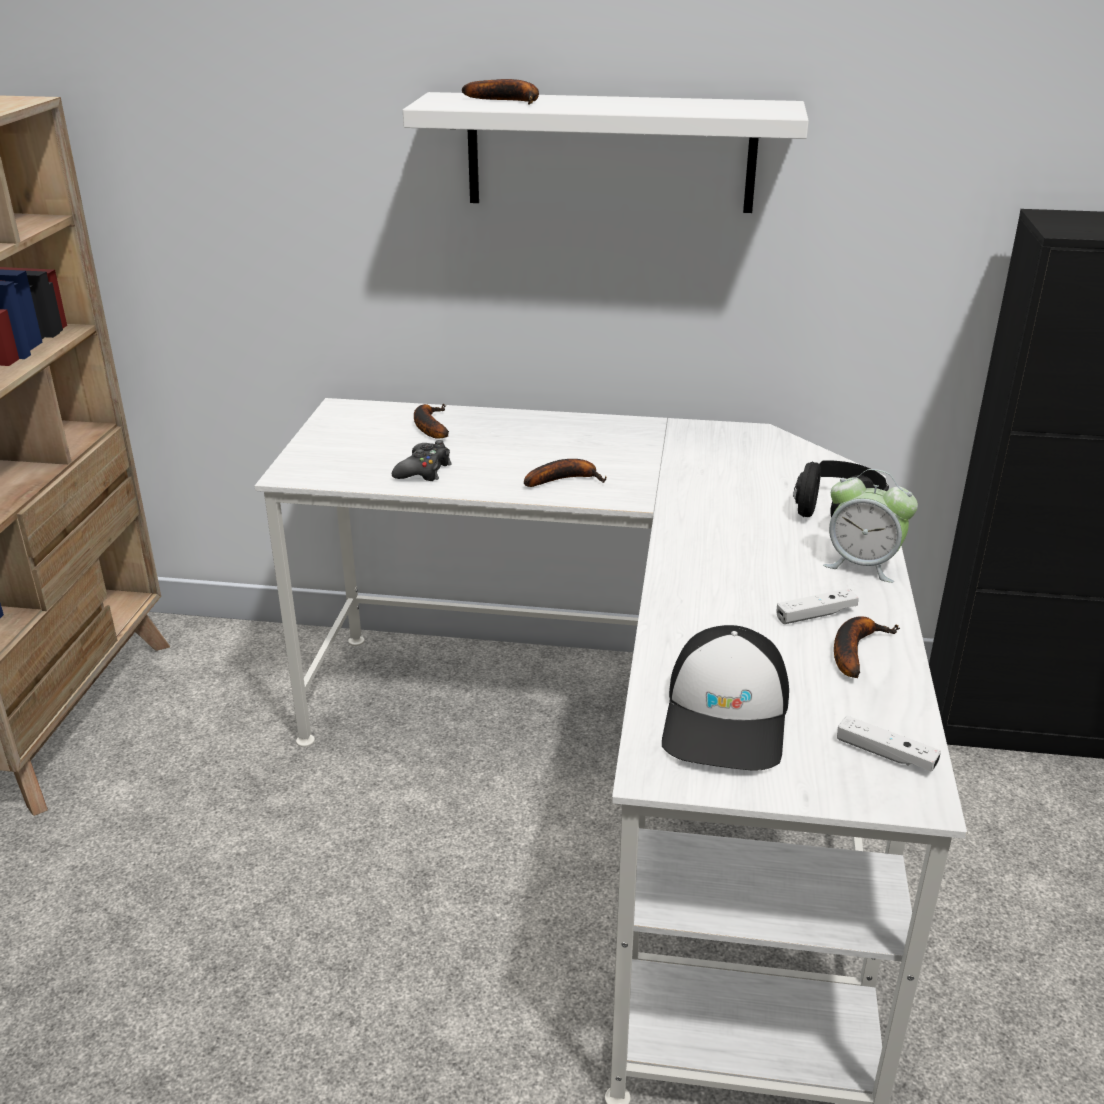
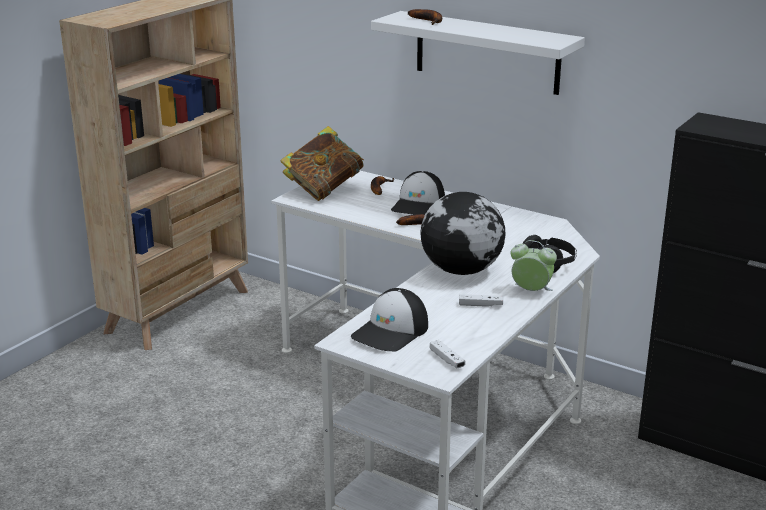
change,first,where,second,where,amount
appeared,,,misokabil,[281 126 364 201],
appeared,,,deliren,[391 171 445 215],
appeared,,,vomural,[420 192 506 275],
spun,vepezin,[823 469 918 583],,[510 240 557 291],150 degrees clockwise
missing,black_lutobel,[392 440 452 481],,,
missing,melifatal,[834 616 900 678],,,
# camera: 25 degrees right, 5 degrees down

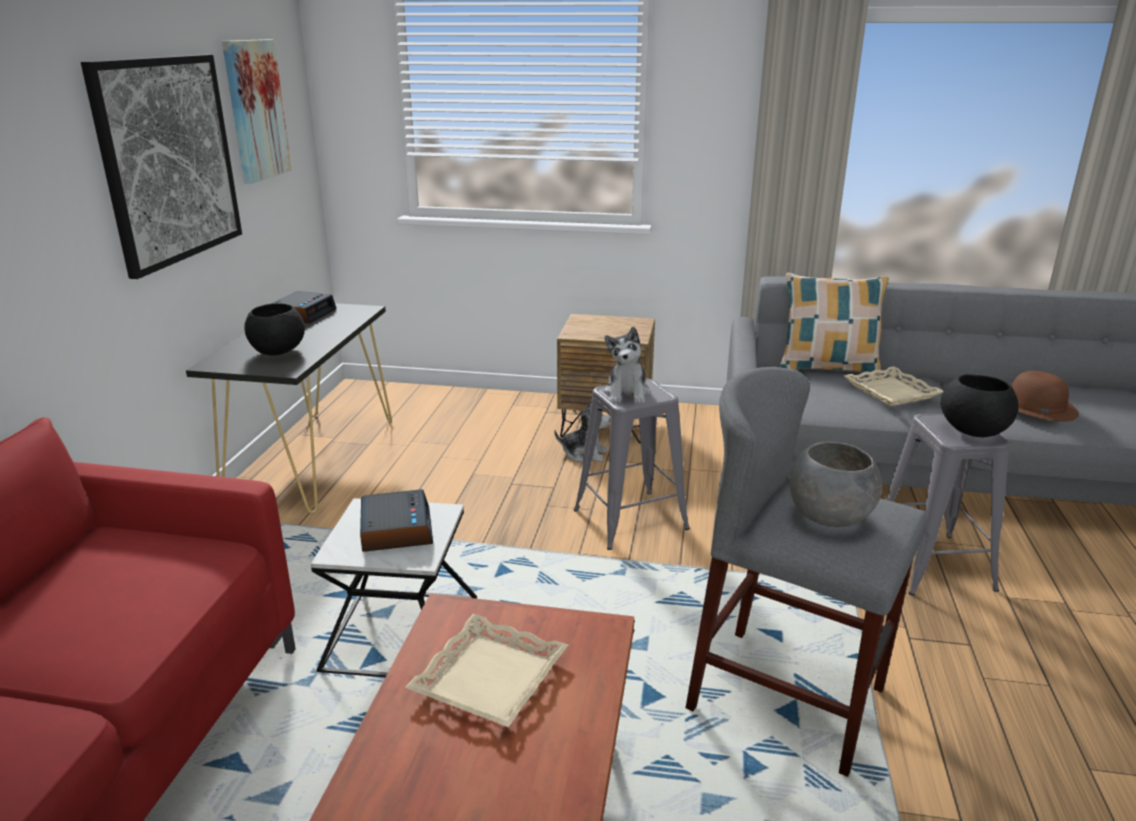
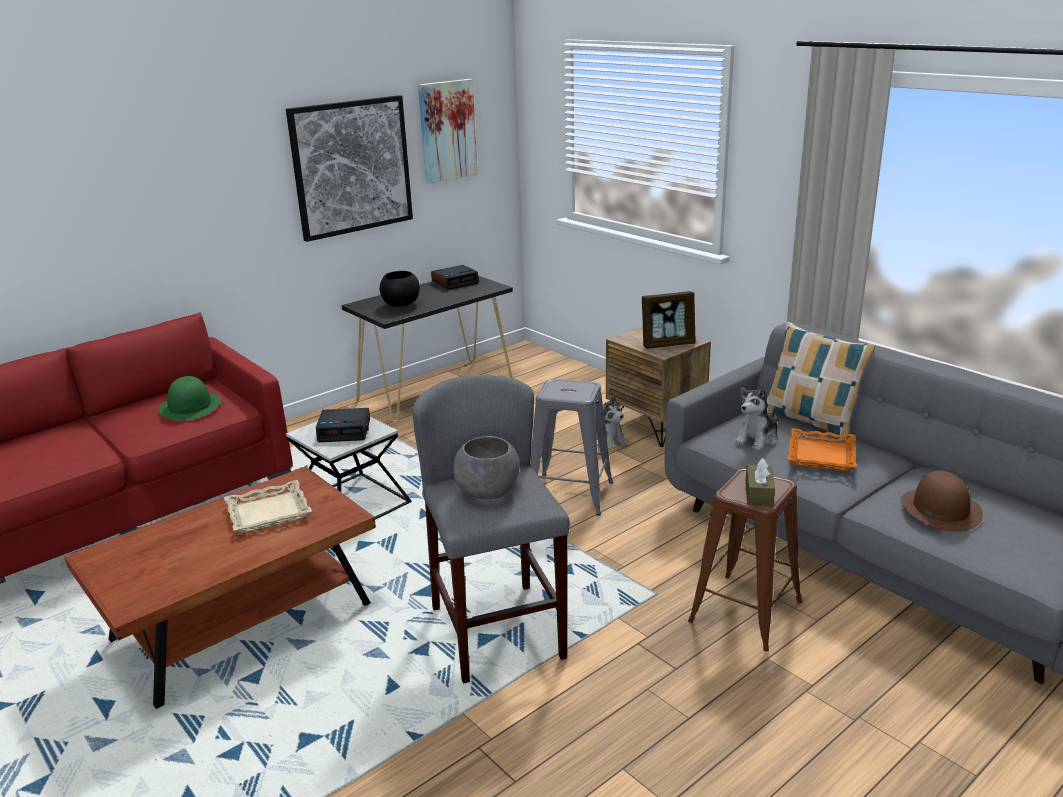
change,first,where,second,where,amount
appeared,,,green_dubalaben,[158 376 221 421],
spun,vepezin,[360 489 433 552],,[316 408 370 442],60 degrees clockwise
appeared,,,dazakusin,[642 291 696 349],
colour,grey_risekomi,[887 414 1010 596],brown_risekomi,[688 468 802 651],
relocated,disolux,[604 327 650 404],,[734 385 779 451],
exchanged,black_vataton,[940 374 1019 438],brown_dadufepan,[745 458 775 506],
colour,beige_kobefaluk,[844 366 943 406],orange_kobefaluk,[787 428 857 471],
# camera: 40 degrees right, 0 degrees up

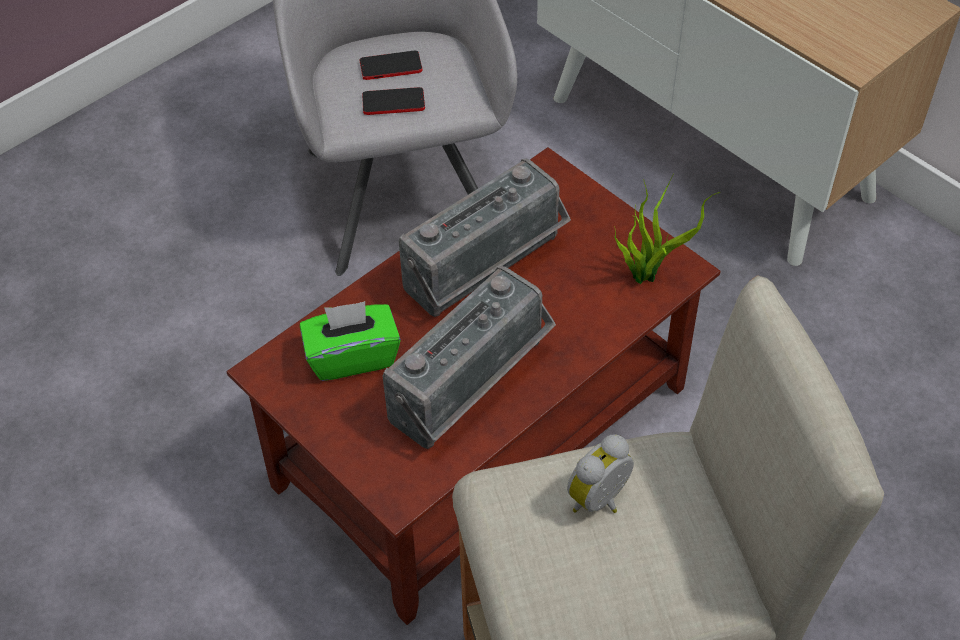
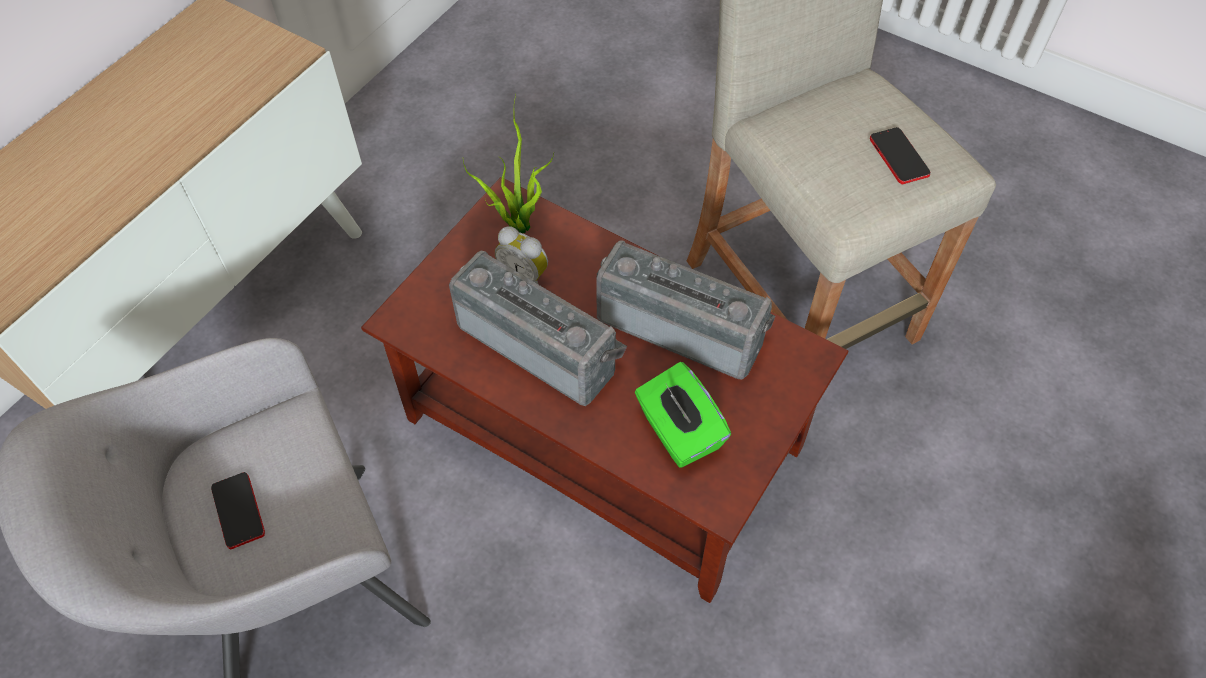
change,first,where,second,where,amount
relocated,vepezin,[567 434 634 513],,[495 226 548 285],
relocated,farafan,[362 87 425 115],,[870 127 930 184],
# camera: 105 degrees left, 5 degrees up

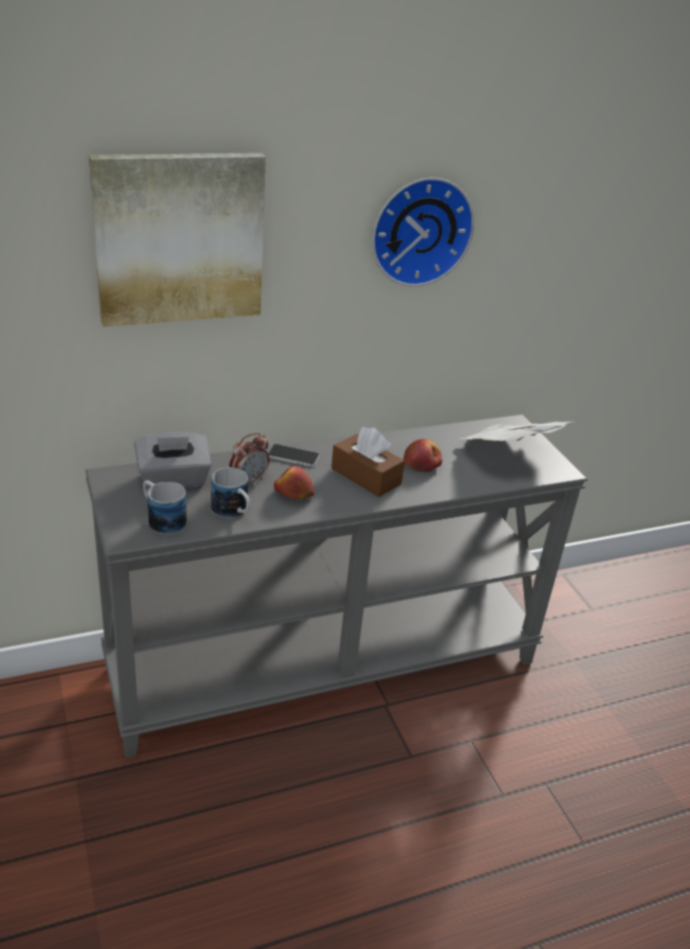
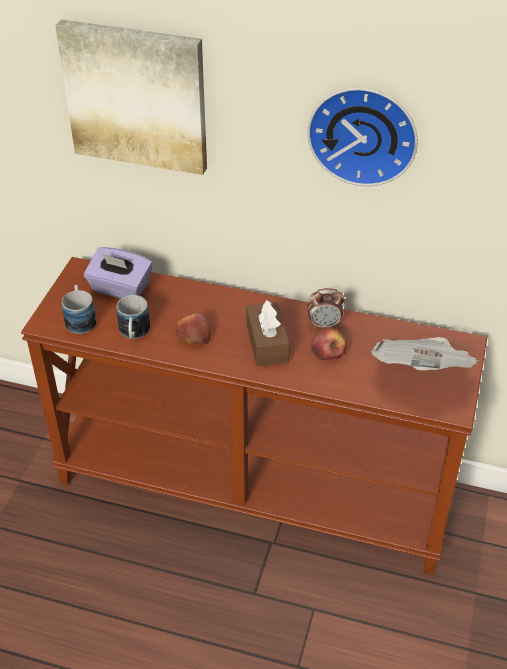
change,first,where,second,where,amount
colour,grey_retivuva,[85 414 588 758],brown_retivuva,[21 257 487 575],
colour,grey_dadufepan,[134 432 212 490],purple_dadufepan,[84 247 153 299],
relocated,vepezin,[229 433 270 483],,[308 288 345 329],
missing,farafan,[268 444 320 467],,,
# camera: 40 degrees right, 10 degrees up

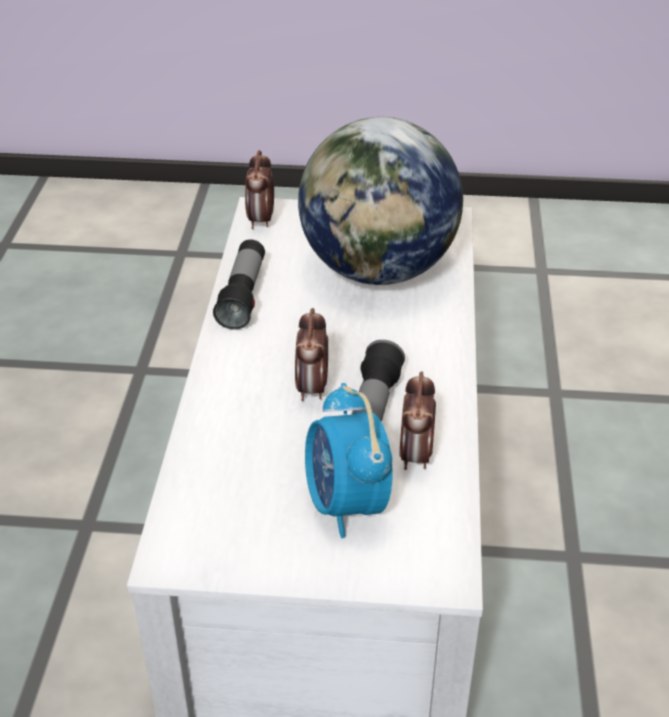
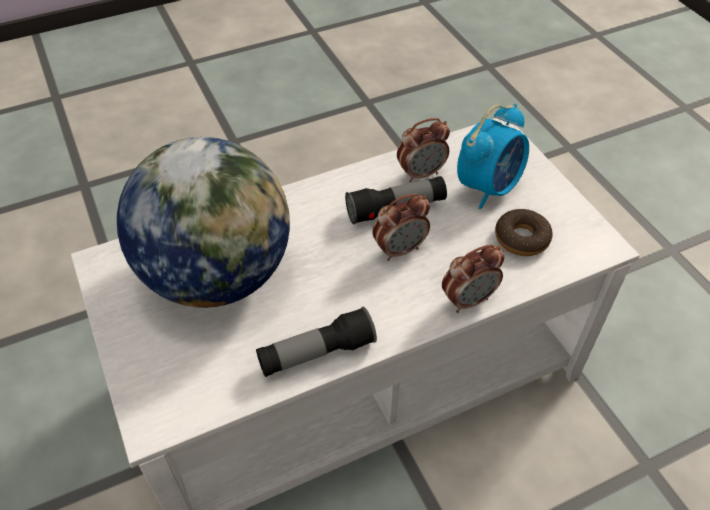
change,first,where,second,where,amount
relocated,vepezin,[245 150 274 229],,[442 244 505 313],
appeared,,,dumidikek,[495 209 553 256],
# camera: 120 degrees left, 10 degrees up

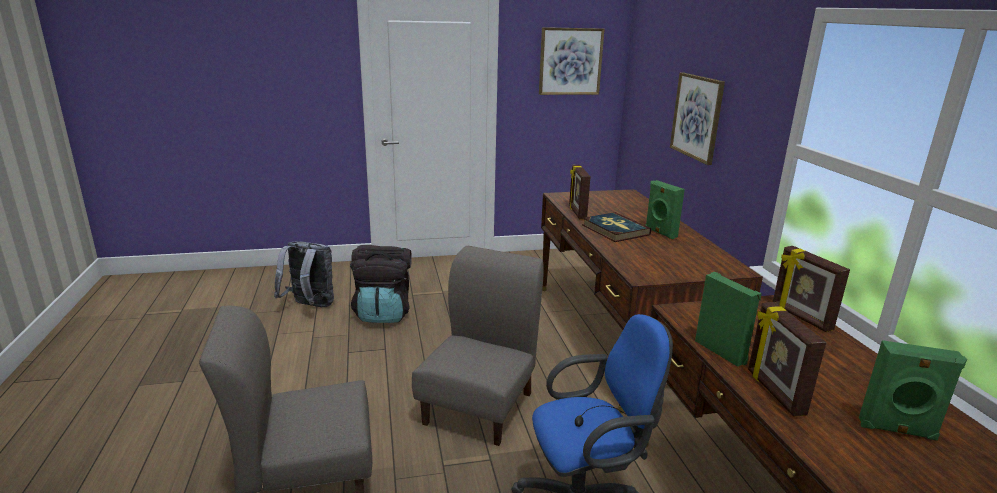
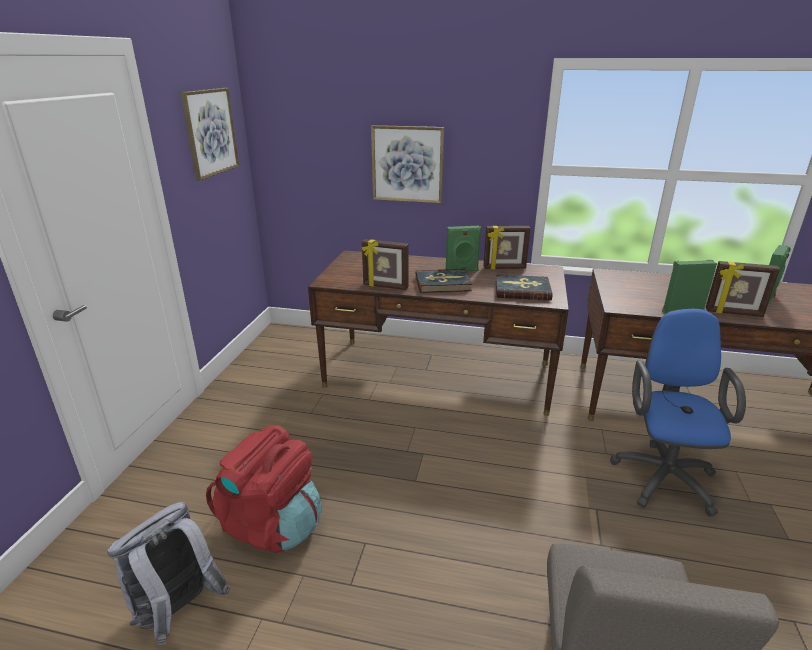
change,first,where,second,where,amount
colour,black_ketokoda,[350 245 412 323],red_ketokoda,[206 425 321 553],
relocated,dazakusin,[773 246 850 332],,[483 226 530 269],
appeared,,,misokabil,[496 274 553 301],
missing,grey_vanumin,[412 246 544 446],,,
# camera: 65 degrees left, 5 degrees up

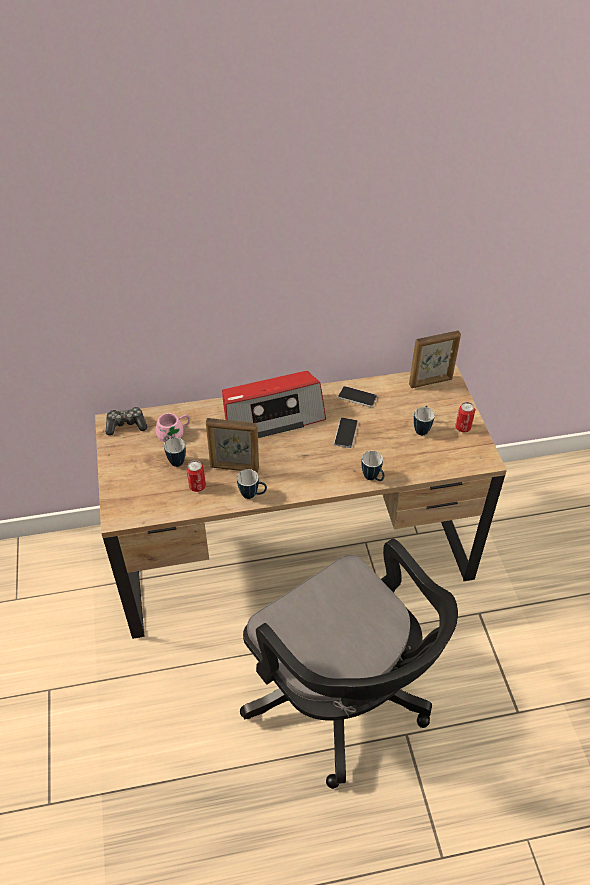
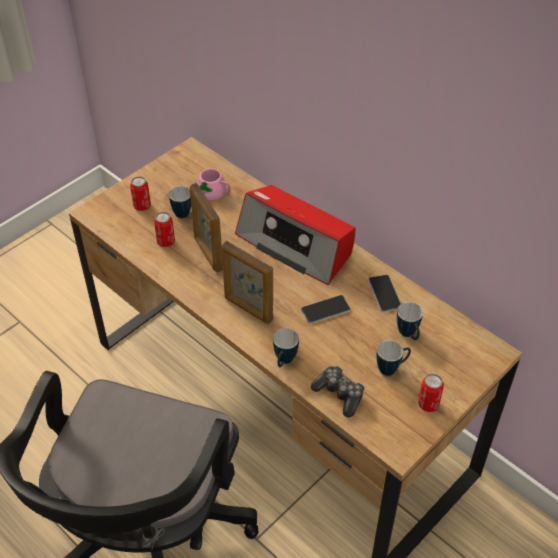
change,first,where,second,where,amount
appeared,,,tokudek,[130 177 151 211],
relocated,dazakusin,[409 331 461 388],,[222 241 273 324],
relocated,lutobel,[106 407 147 435],,[311 366 365 418],
relocated,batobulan,[237 469 267 499],,[397 302 423 340],
# camera: 55 degrees right, 0 degrees up

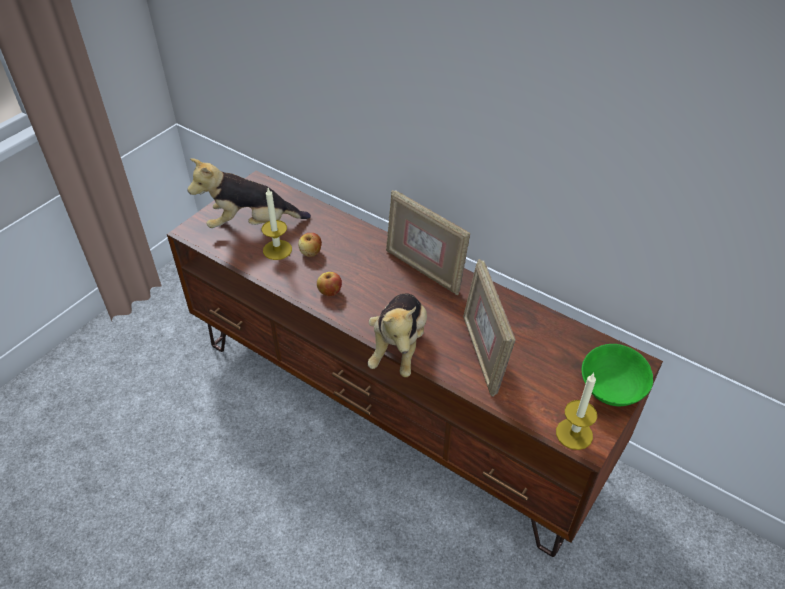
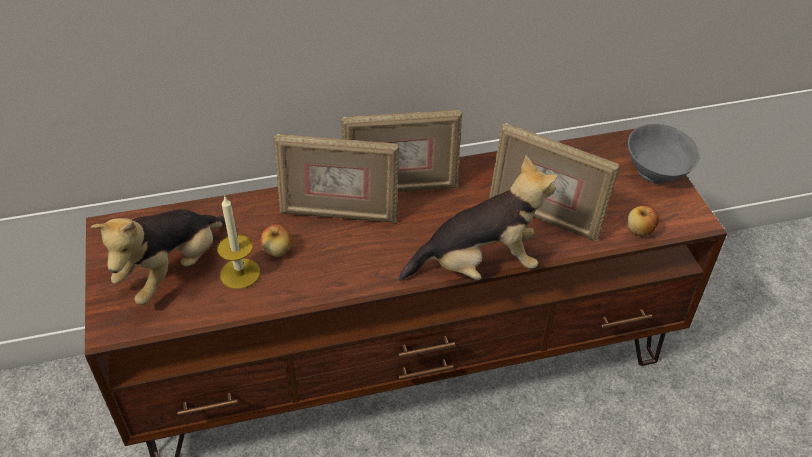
change,first,where,second,where,amount
appeared,,,dazakusin,[274 134 399 223],
spun,disolux,[368 293 427 377],,[398 155 557 281],60 degrees counterclockwise
relocated,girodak,[317 272 342 296],,[627 206 659 237],
colour,green_vataton,[582 344 653 406],grey_vataton,[628 124 700 183],
missing,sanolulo,[556 373 597 450],,,
# camera: 50 degrees left, 0 degrees up

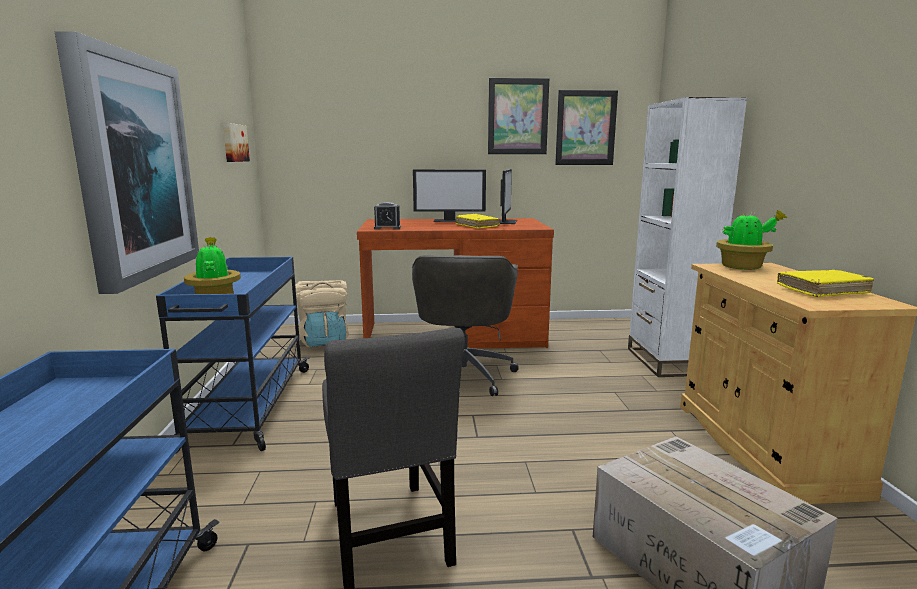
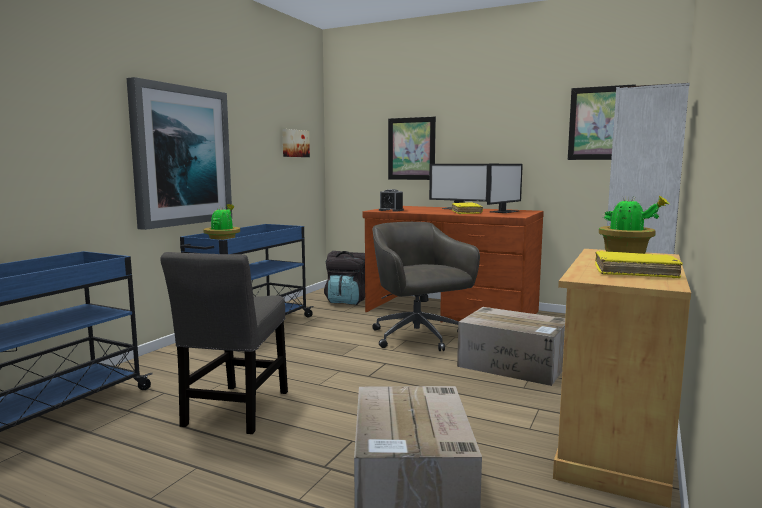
change,first,where,second,where,amount
colour,beige_ketokoda,[295 280 349 347],black_ketokoda,[324 251 365 305],
spun,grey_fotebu,[412 255 519 396],,[372 222 480 351],120 degrees clockwise
relocated,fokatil,[488 78 549 154],,[388 117 436 180],
appeared,,,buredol,[457 307 565 386],
# camera: 30 degrees right, 5 degrees down

